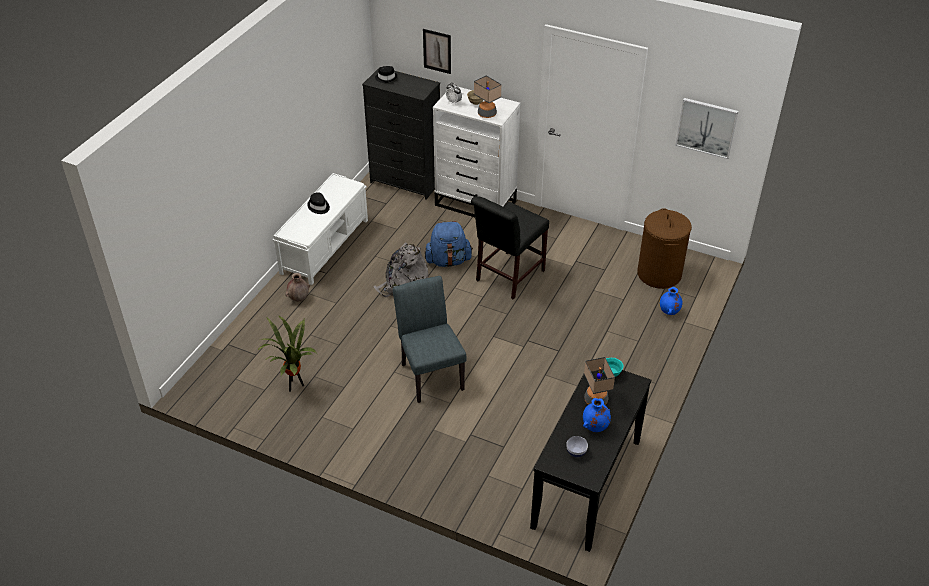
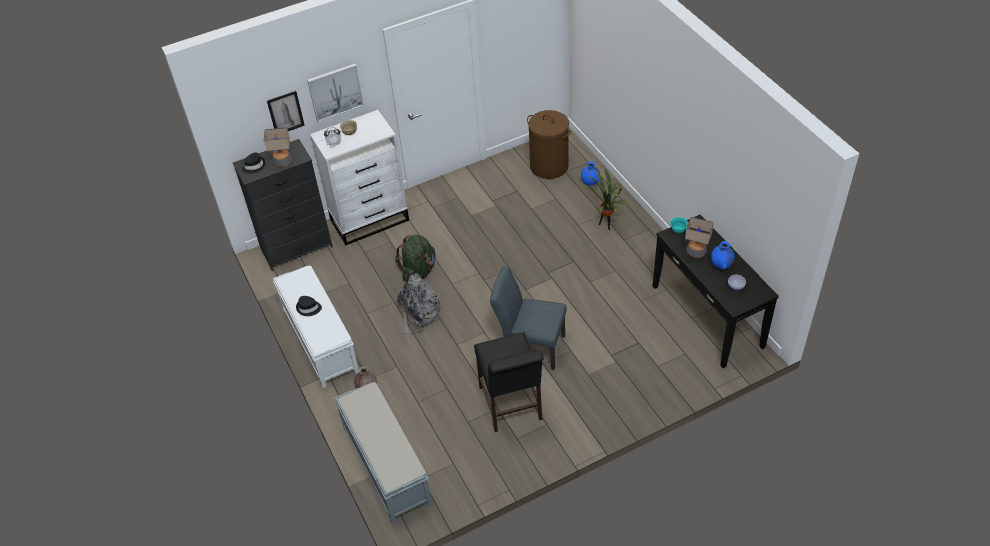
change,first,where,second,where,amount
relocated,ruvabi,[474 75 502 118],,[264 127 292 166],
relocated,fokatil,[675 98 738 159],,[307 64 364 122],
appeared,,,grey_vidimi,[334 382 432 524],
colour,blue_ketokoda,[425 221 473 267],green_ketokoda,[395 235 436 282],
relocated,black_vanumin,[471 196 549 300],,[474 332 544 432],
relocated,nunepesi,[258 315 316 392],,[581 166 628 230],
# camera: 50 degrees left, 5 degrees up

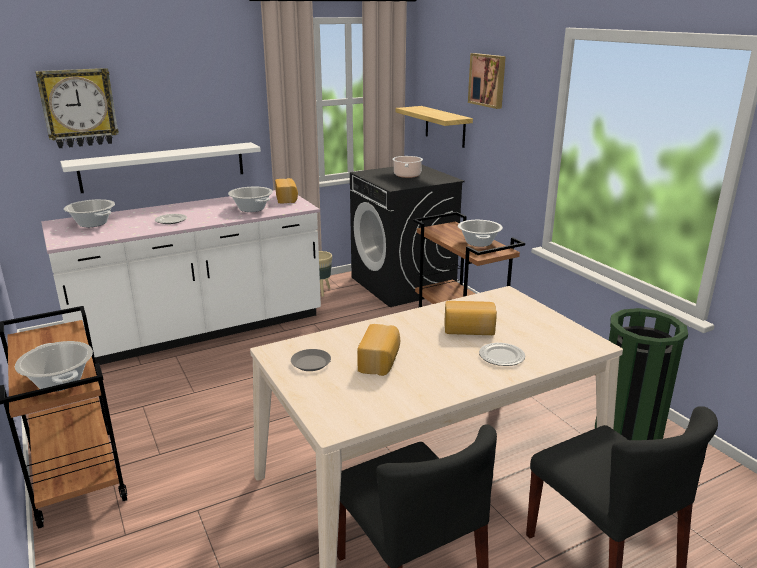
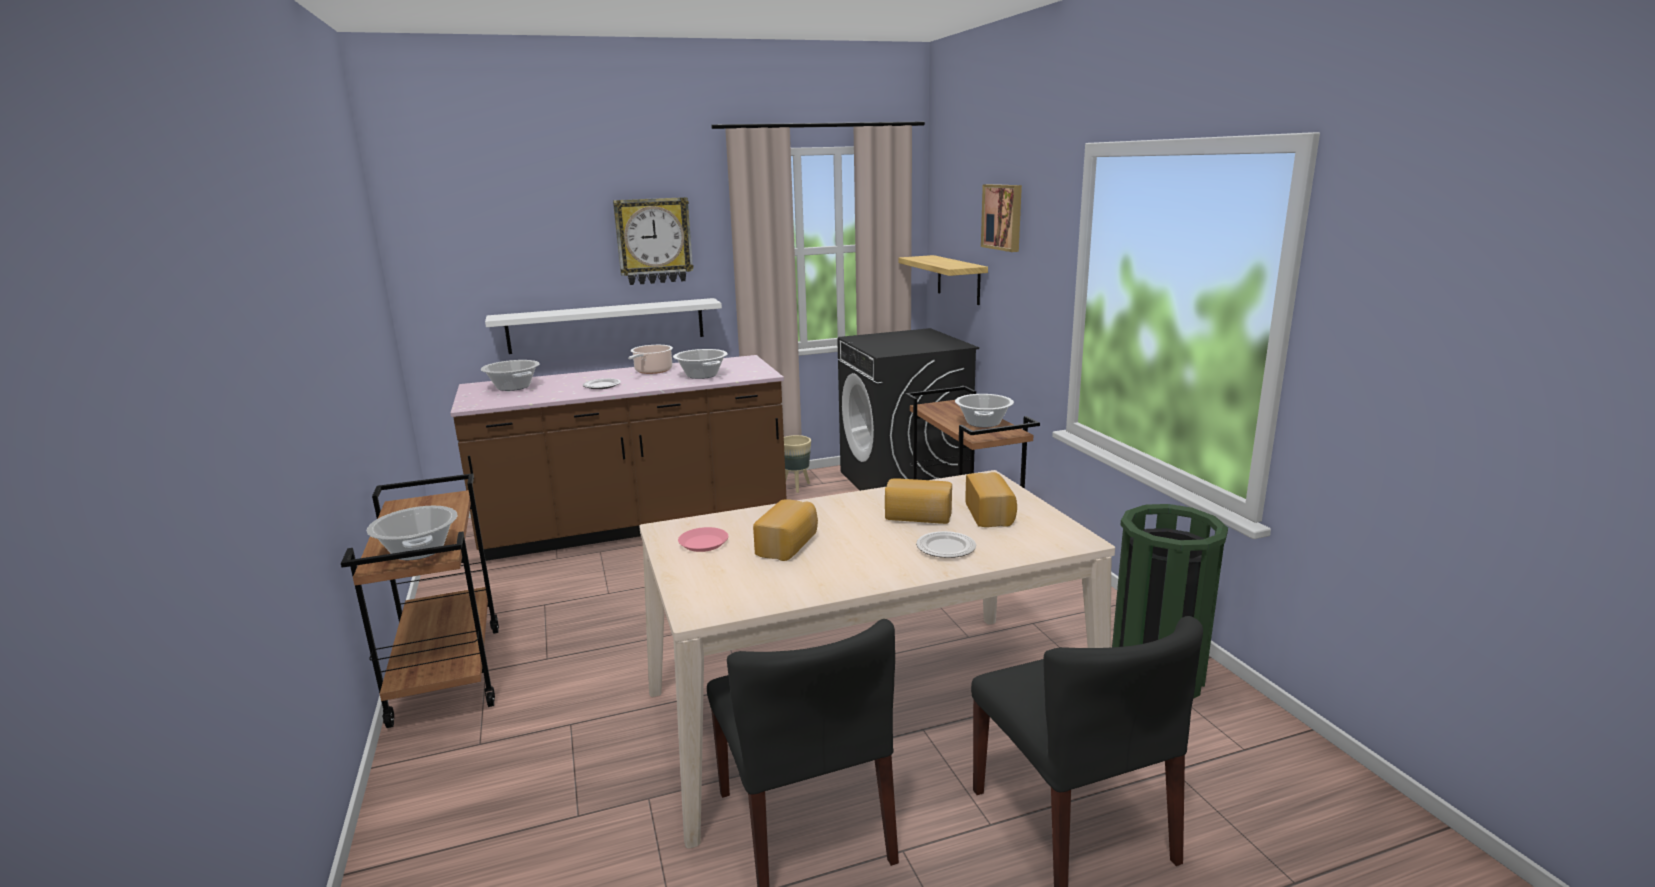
change,first,where,second,where,amount
colour,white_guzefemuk,[41 190 321 365],brown_guzefemuk,[450 355 787 561],
relocated,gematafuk,[35 68 119 148],,[613 197 694 285],
relocated,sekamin,[392 156 423 178],,[628 345 673 374],
colour,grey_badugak,[291 349 331 371],pink_badugak,[678 527 728 552],
relocated,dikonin,[275 178 298 203],,[965 472 1017 527],
# camera: 10 degrees right, 5 degrees down

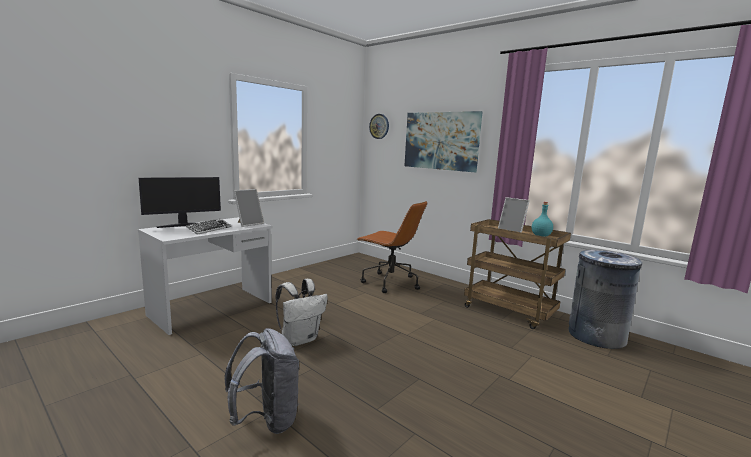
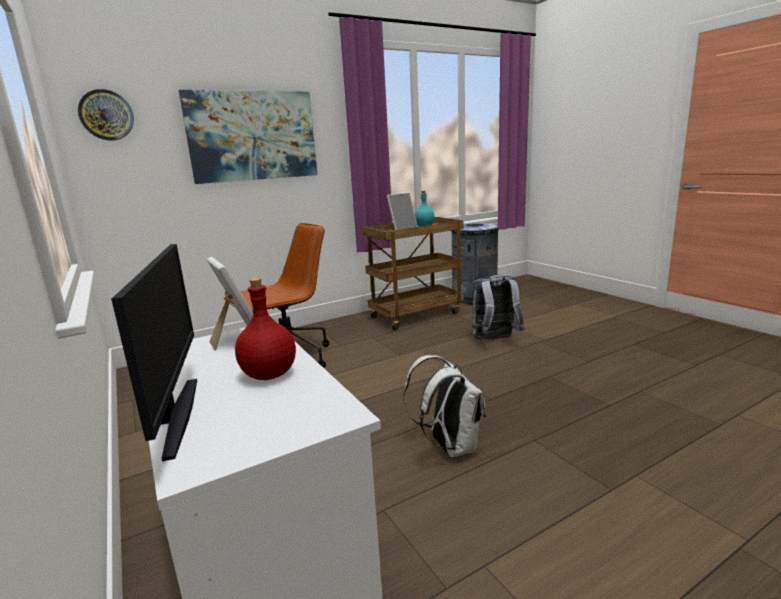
change,first,where,second,where,amount
exchanged,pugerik,[186 219 231 235],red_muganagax,[235 278 296 380],
relocated,grey_ketokoda,[225 328 299 434],,[472 275 525 340],
# camera: 70 degrees left, 5 degrees up

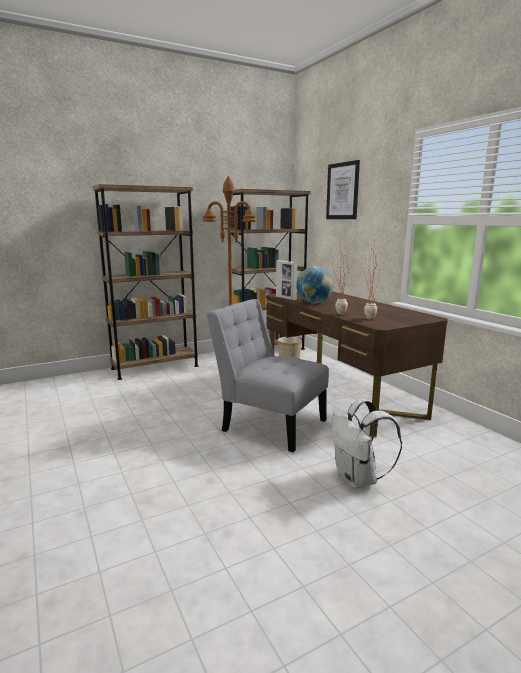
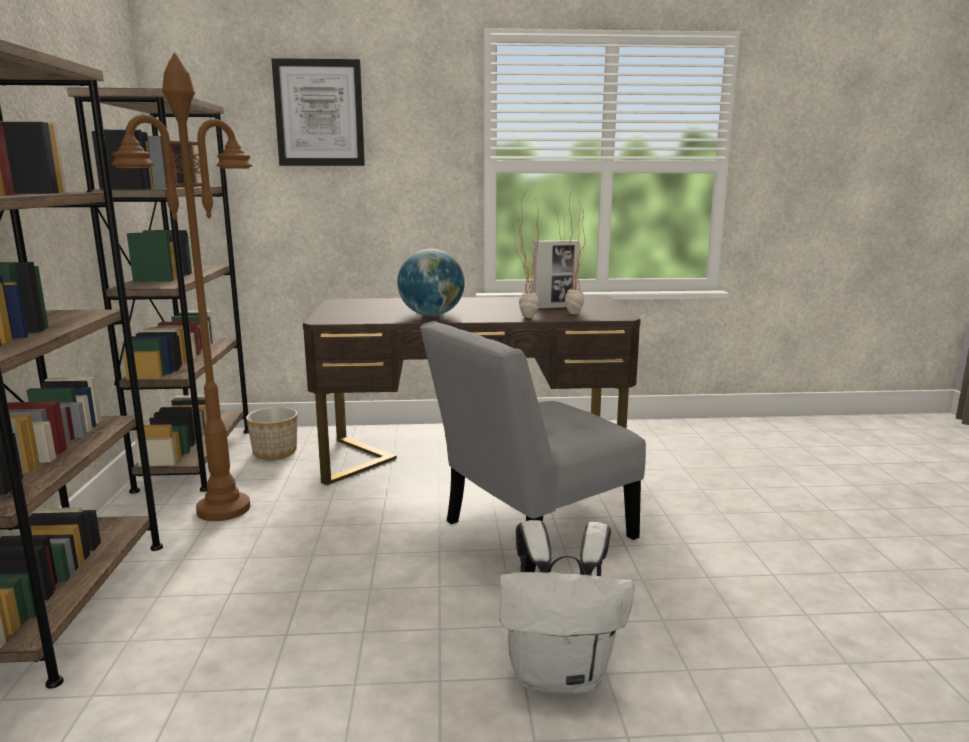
change,first,where,second,where,amount
relocated,white_ketokoda,[330 399 402 489],,[499 520 635 694],
relocated,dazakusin,[276 260 298 300],,[533 240 579 309],
# camera: 65 degrees left, 0 degrees up

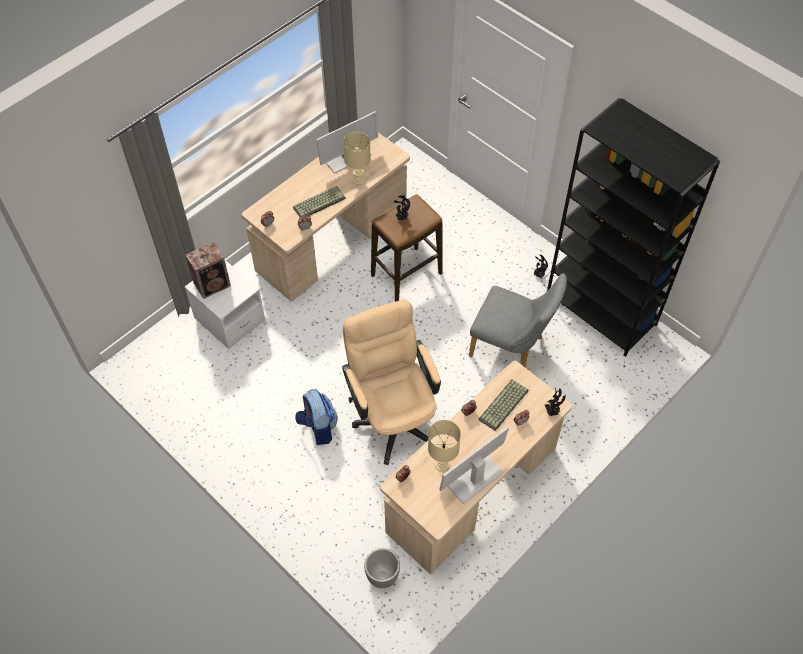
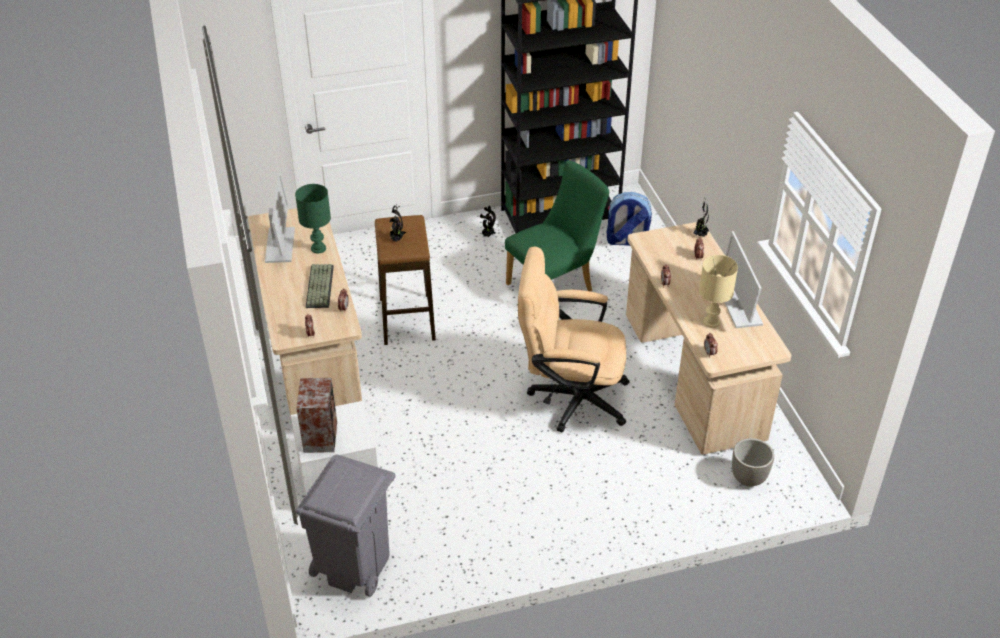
change,first,where,second,where,amount
colour,beige_ruvabi,[343 132 371 185],green_ruvabi,[295 184 331 254],
appeared,,,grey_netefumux,[296 454 396 597],
colour,grey_vanumin,[469 273 567 368],green_vanumin,[505 160 610 292],
relocated,ketokoda,[295 389 338 445],,[607 192 652 246],
missing,pugerik,[478 379 529 431],,,
# camera: 60 degrees left, 15 degrees down

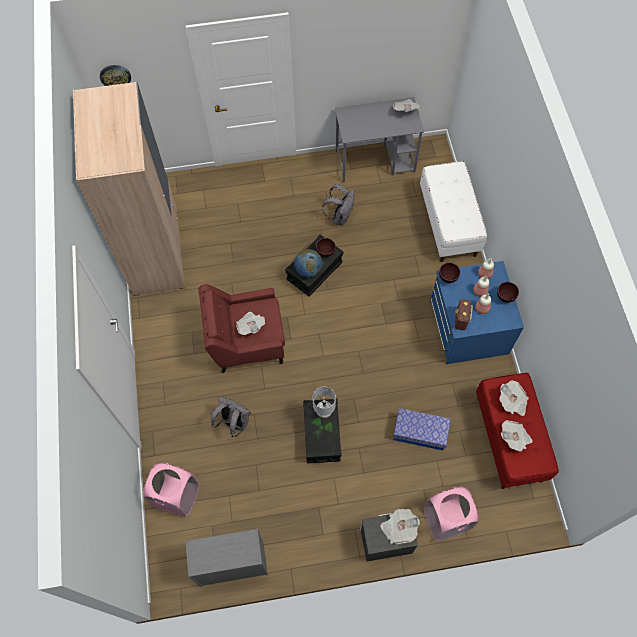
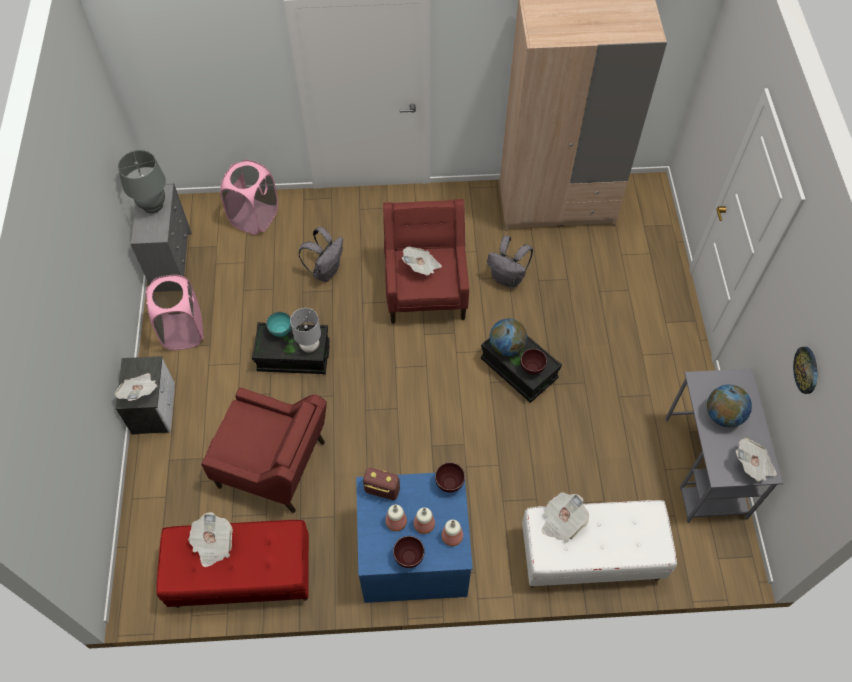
change,first,where,second,where,amount
appeared,,,grey_ruvabi,[118 150 166 213],
relocated,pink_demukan,[424 486 479 541],,[146 275 204 350],
exchanged,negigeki,[393 408 451 450],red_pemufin,[201 387 327 513],
appeared,,,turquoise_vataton,[266 312 292 337],
relocated,grey_ketokoda,[322 184 354 226],,[487 236 533 288],
relocated,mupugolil,[499 381 529 416],,[542 492 589 543],
appeared,,,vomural,[707 385 752 428],
relocated,gematafuk,[100 65 131 86],,[793 347 817 394],
# camera: 95 degrees right, 5 degrees down

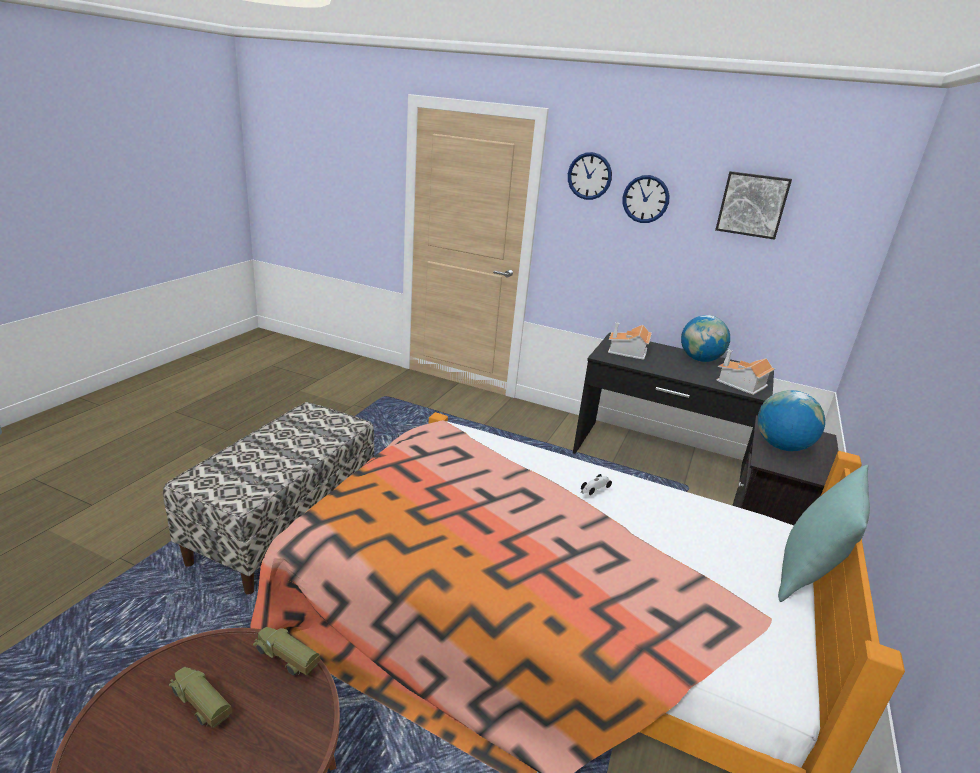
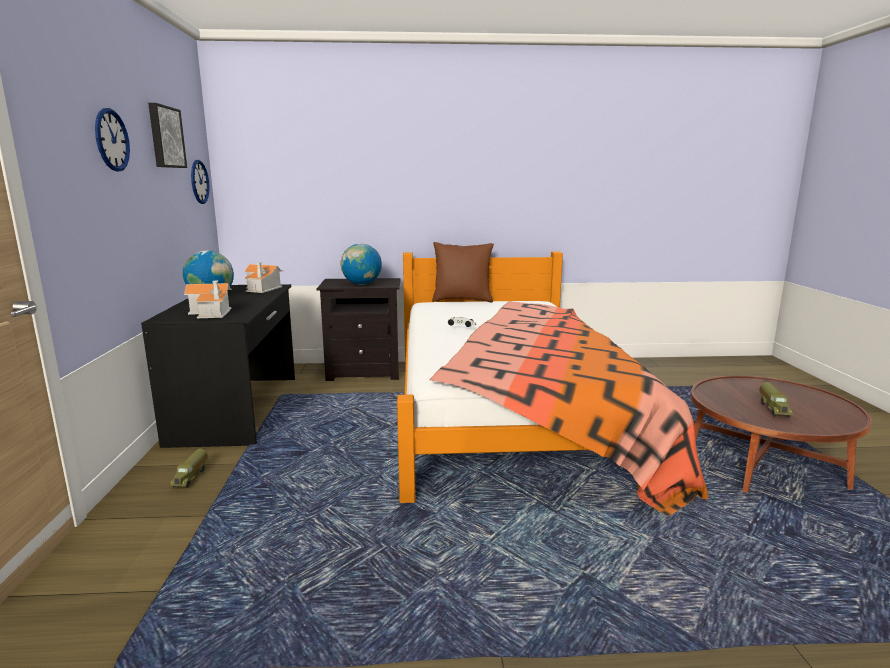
change,first,where,second,where,amount
relocated,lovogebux,[253 627 320 675],,[170 448 208 488],
relocated,gematafuk,[568 152 612 200],,[191 160 210 204],
colour,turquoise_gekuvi,[778 465 870 602],brown_gekuvi,[432 242 494 302],
missing,vidimi,[163 402 374 595],,,
# camera: 115 degrees left, 10 degrees down

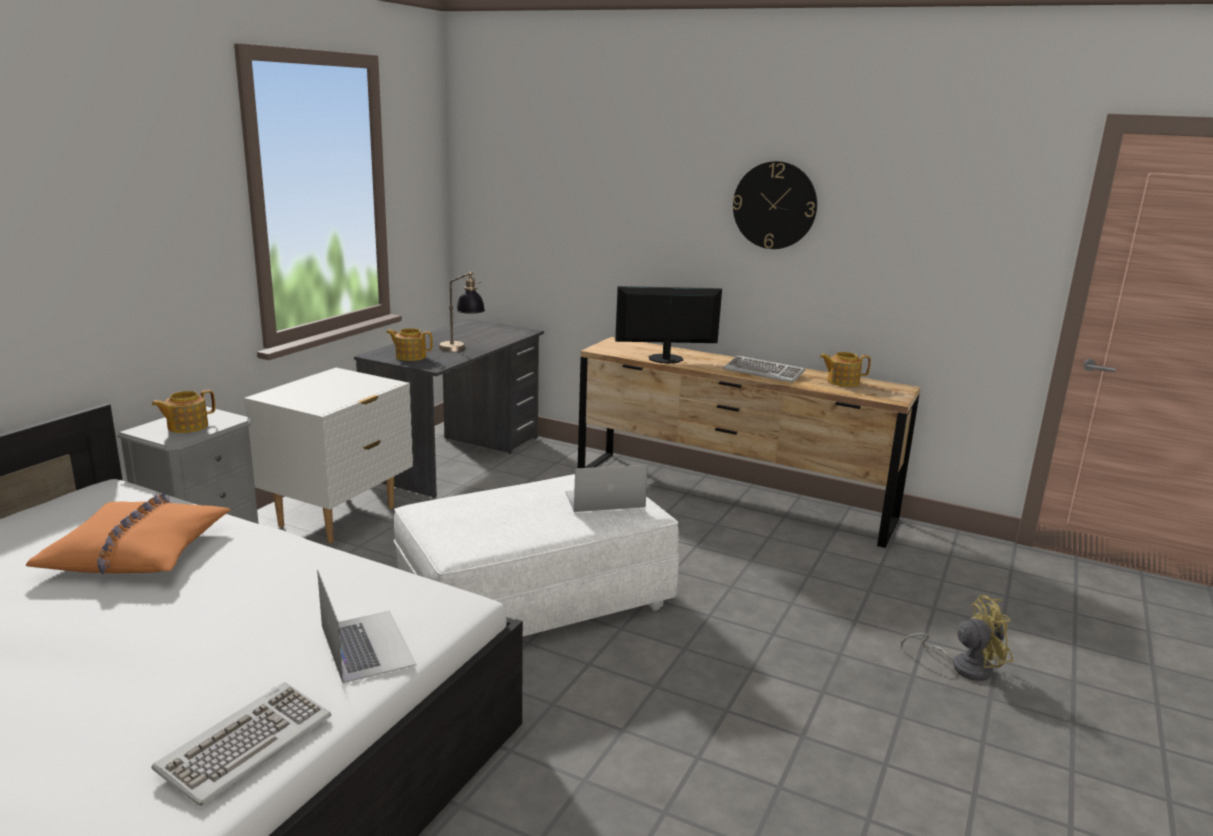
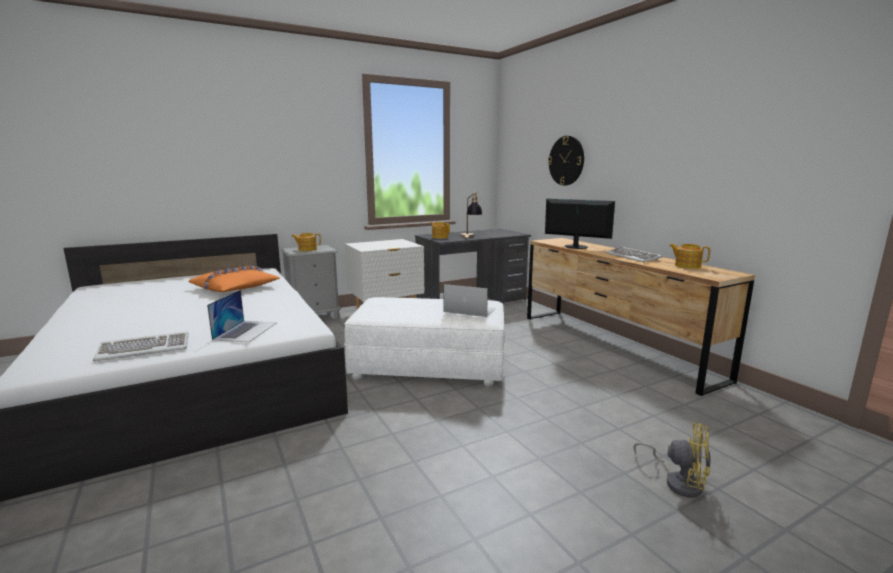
change,first,where,second,where,amount
relocated,gematafuk,[733 161 817 249],,[548 136 584 186],
# camera: 35 degrees right, 5 degrees down

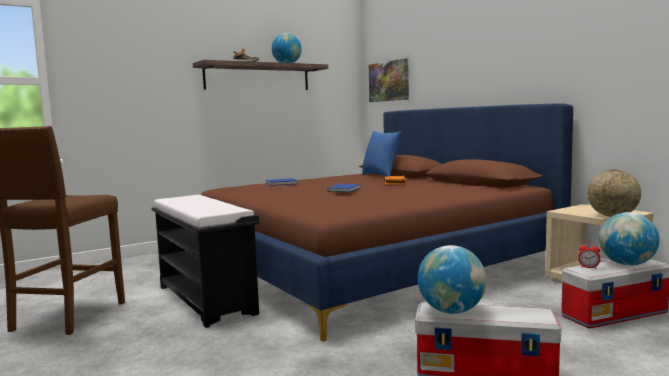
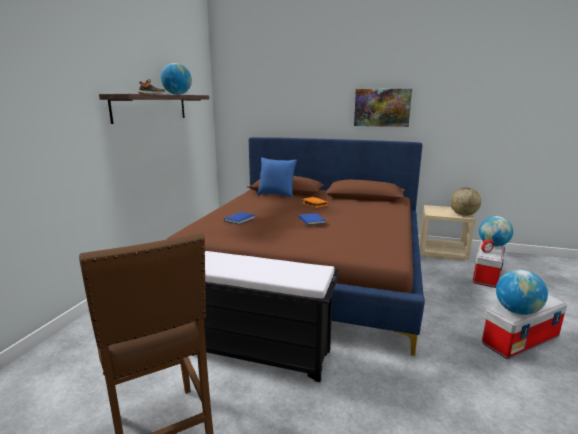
change,first,where,second,where,amount
relocated,fokatil,[369 58 409 102],,[354 89 412 127],
# camera: 40 degrees left, 10 degrees up

